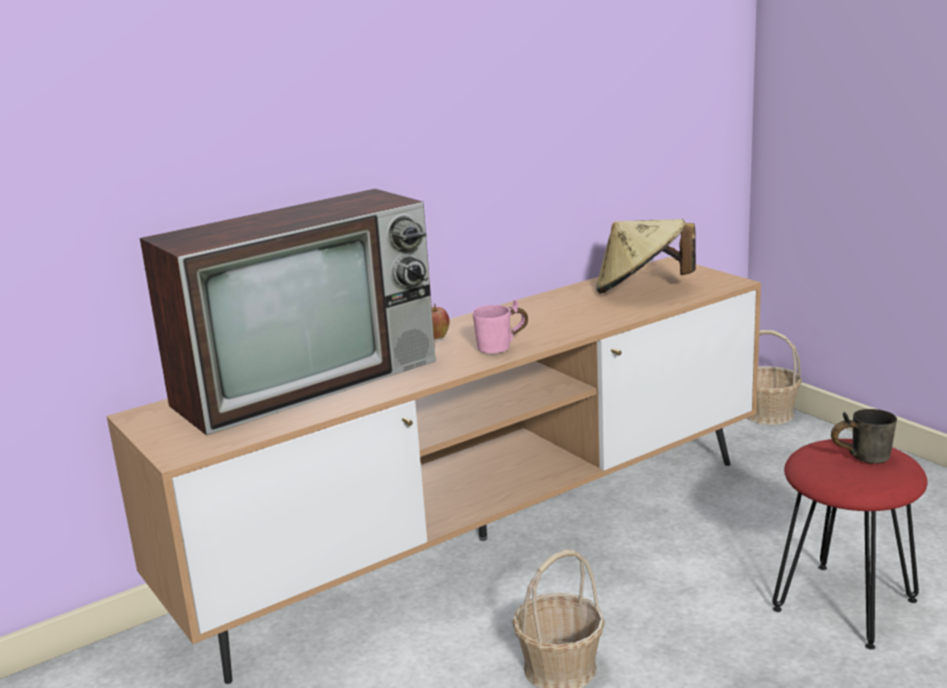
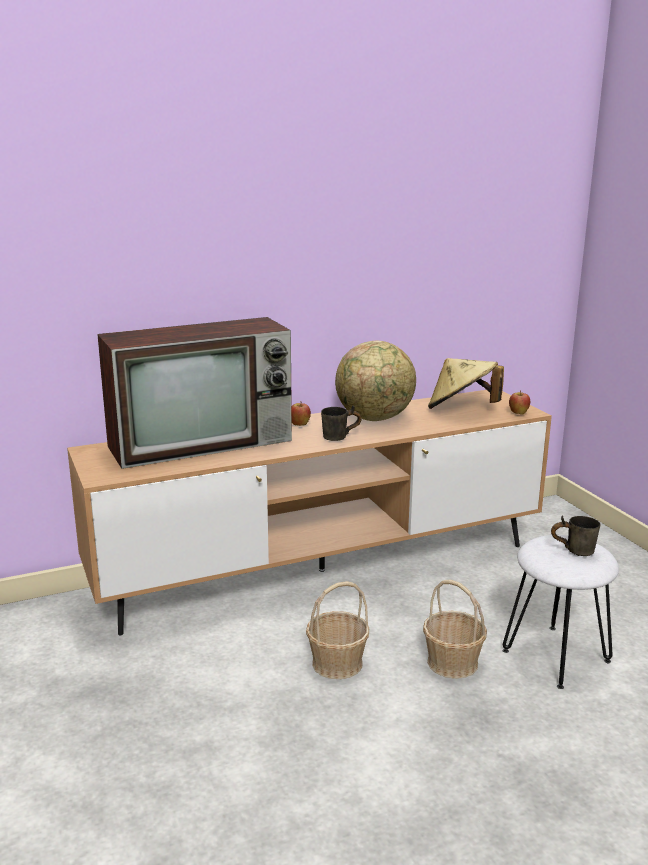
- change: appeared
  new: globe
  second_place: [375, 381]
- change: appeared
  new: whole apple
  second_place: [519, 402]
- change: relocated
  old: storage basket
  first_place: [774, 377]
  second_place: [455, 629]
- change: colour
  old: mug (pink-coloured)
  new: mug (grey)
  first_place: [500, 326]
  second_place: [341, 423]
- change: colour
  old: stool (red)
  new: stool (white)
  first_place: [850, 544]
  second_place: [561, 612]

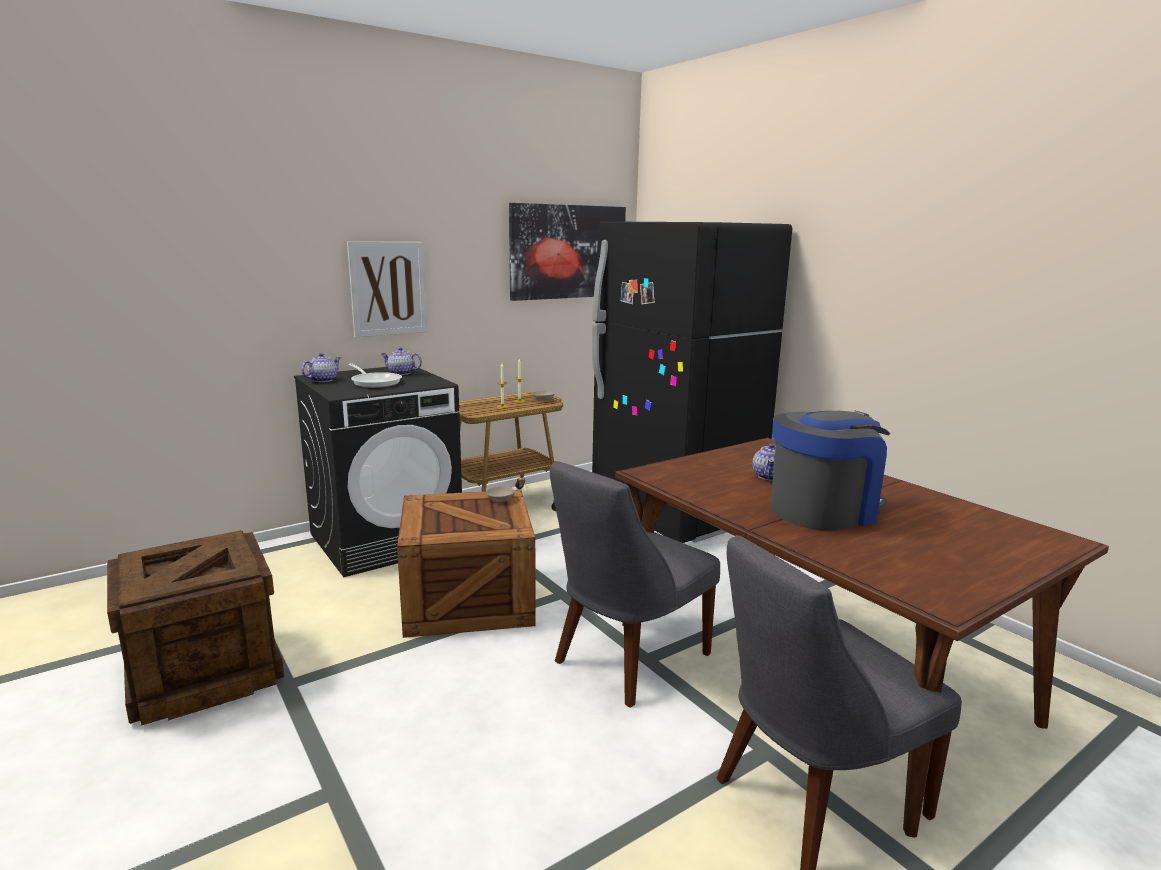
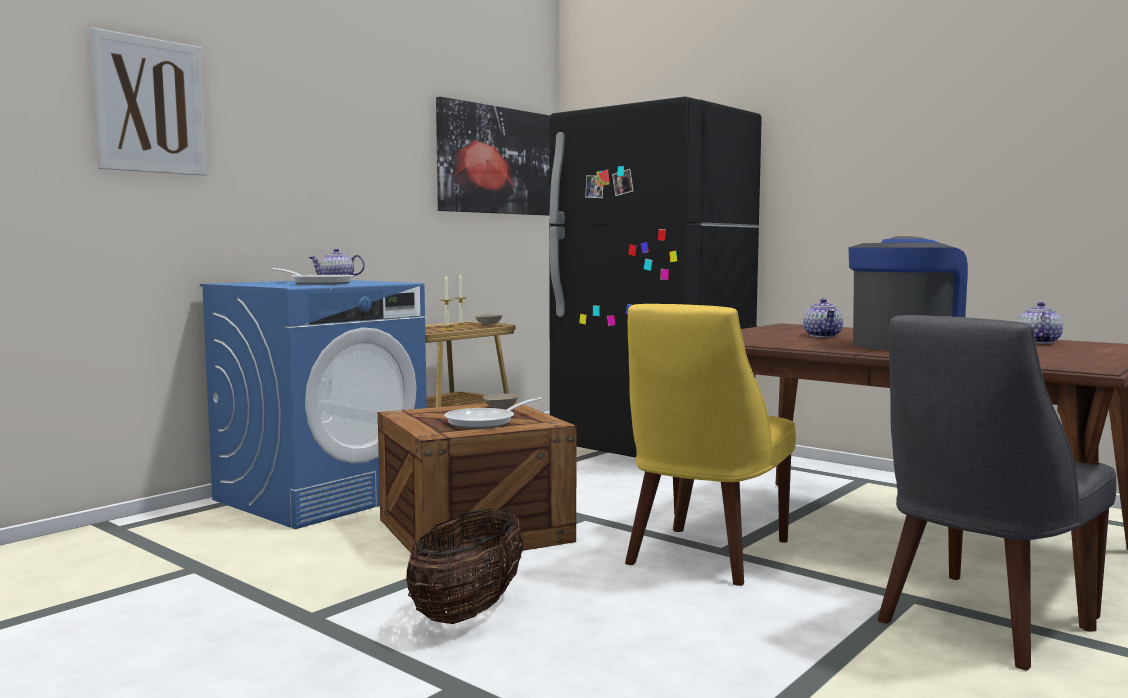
- change: missing
  old: packing crate
  first_place: [195, 628]
- change: appeared
  new: storage basket
  second_place: [465, 566]
- change: appeared
  new: pan
  second_place: [493, 413]
- change: relocated
  old: teapot
  first_place: [321, 367]
  second_place: [1040, 323]
- change: relocated
  old: wall art
  first_place: [387, 290]
  second_place: [148, 102]
- change: colour
  old: laundry appliance (black-coloured)
  new: laundry appliance (blue-coloured)
  first_place: [378, 471]
  second_place: [313, 404]
- change: colour
  old: upright chair (grey)
  new: upright chair (yellowish)
  first_place: [635, 584]
  second_place: [710, 445]

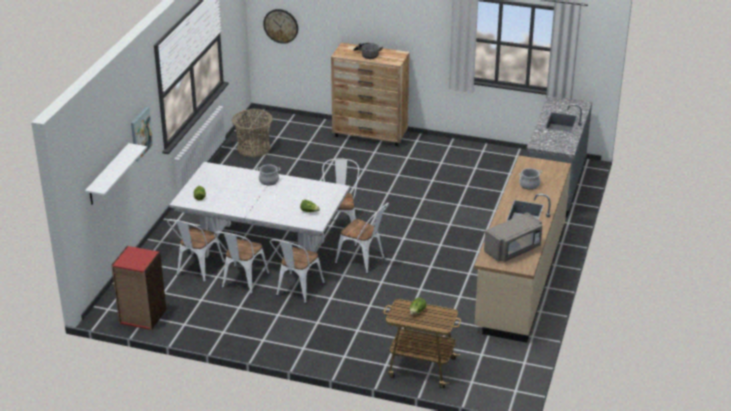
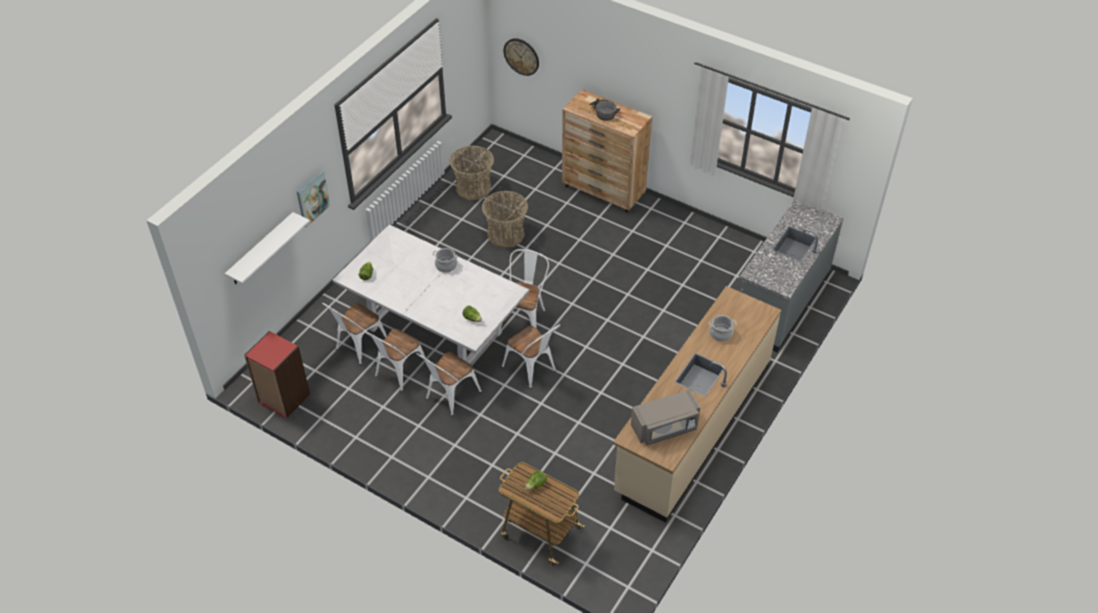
- change: appeared
  new: storage basket
  second_place: [505, 219]

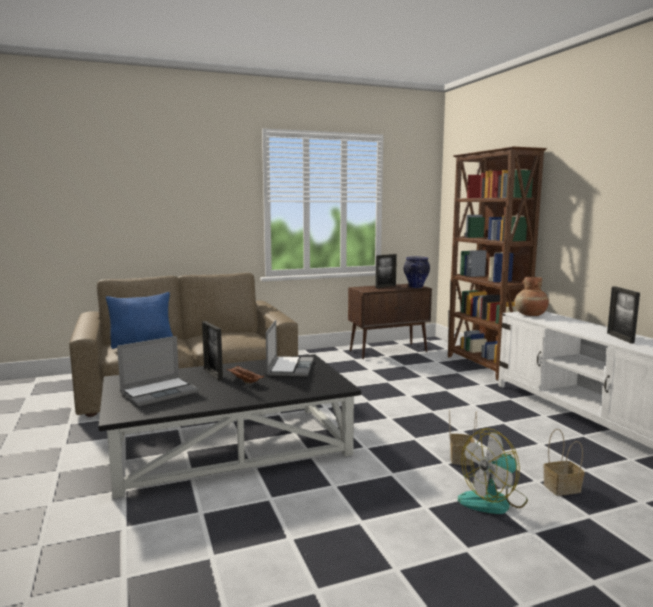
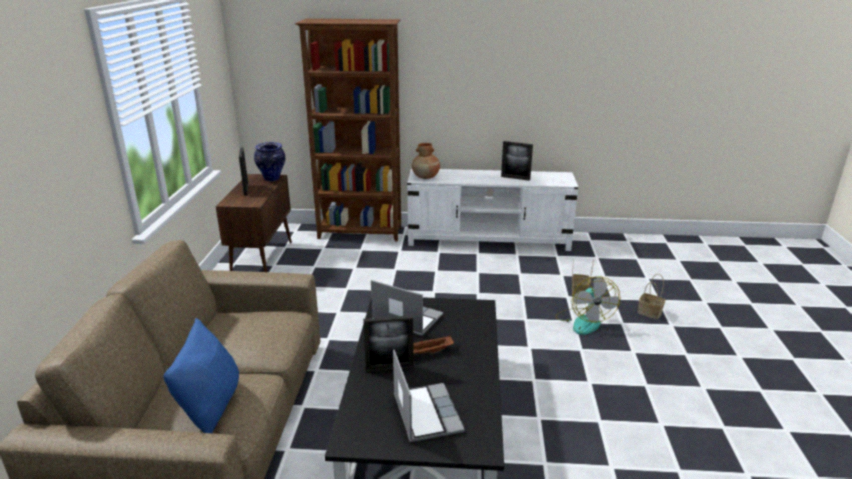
- change: relocated
  old: storage basket
  first_place: [463, 437]
  second_place: [651, 296]

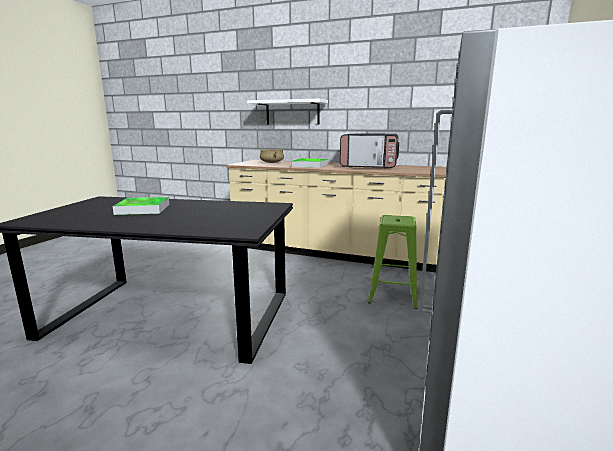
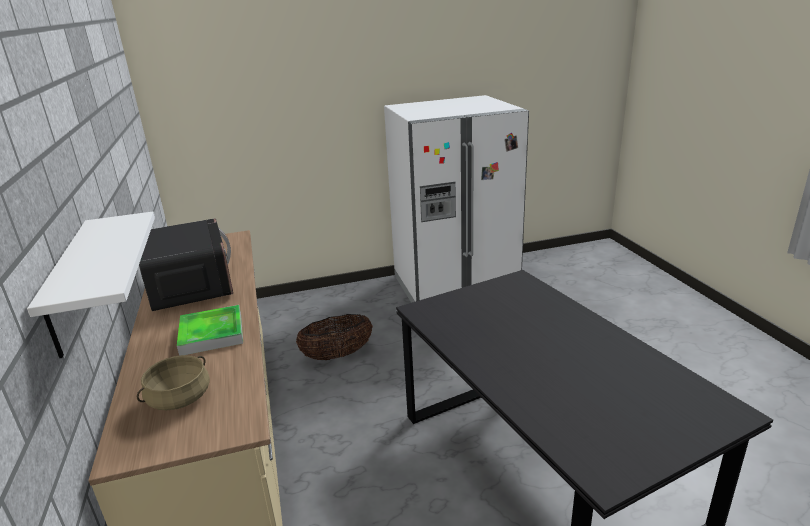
- change: missing
  old: tray
  first_place: [140, 206]
- change: exchanged
  old: stool (green-coloured)
  new: storage basket
  first_place: [393, 262]
  second_place: [334, 337]

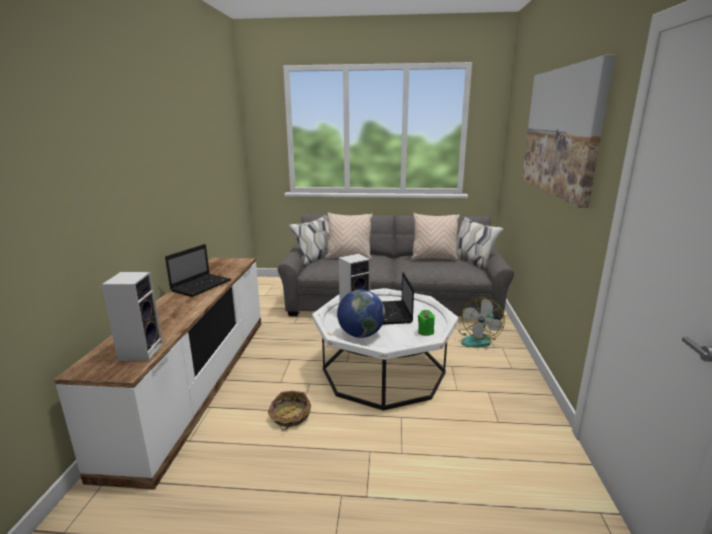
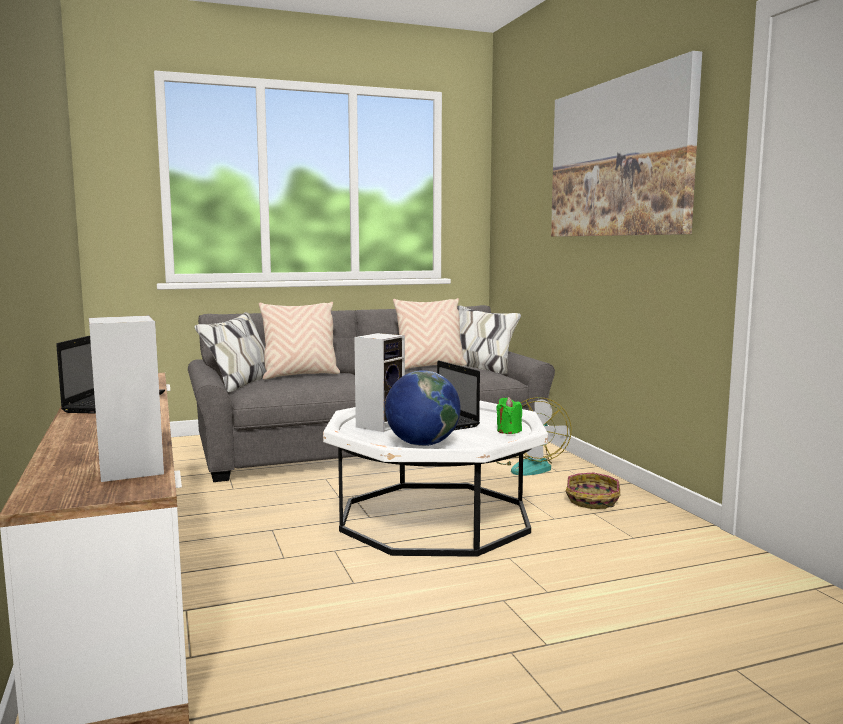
- change: relocated
  old: storage basket
  first_place: [289, 410]
  second_place: [592, 490]

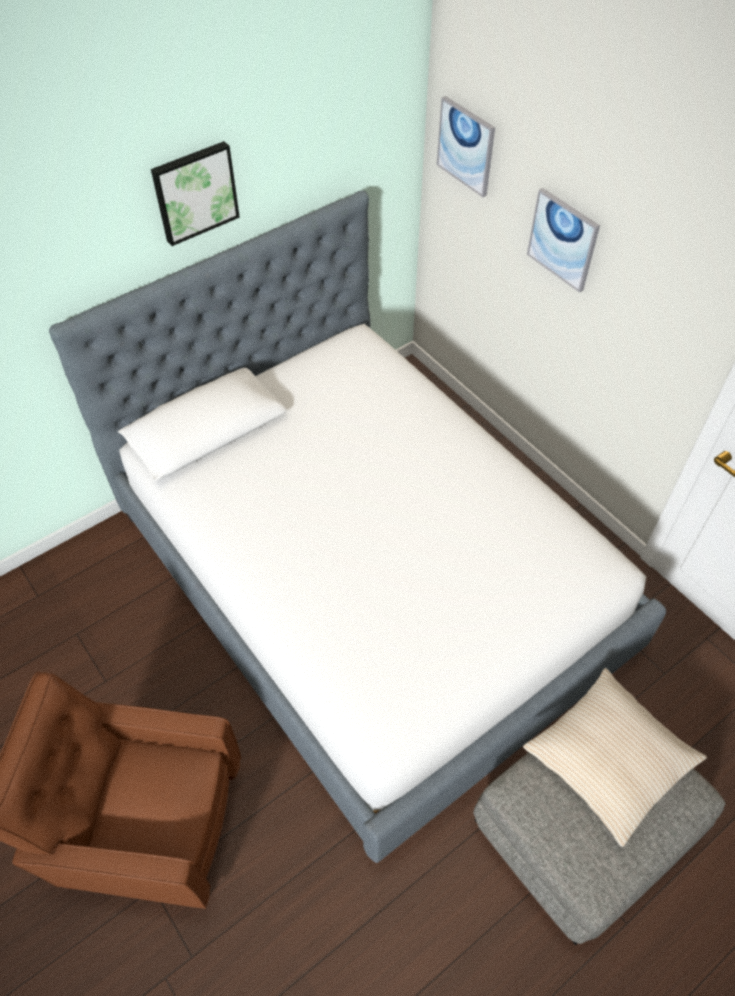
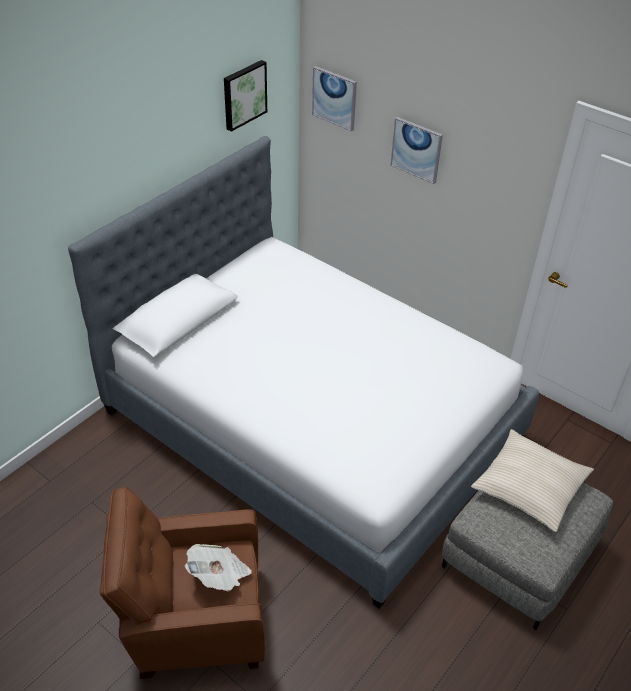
- change: appeared
  new: printed paper
  second_place: [218, 568]
- change: relocated
  old: wall art
  first_place: [195, 193]
  second_place: [245, 96]

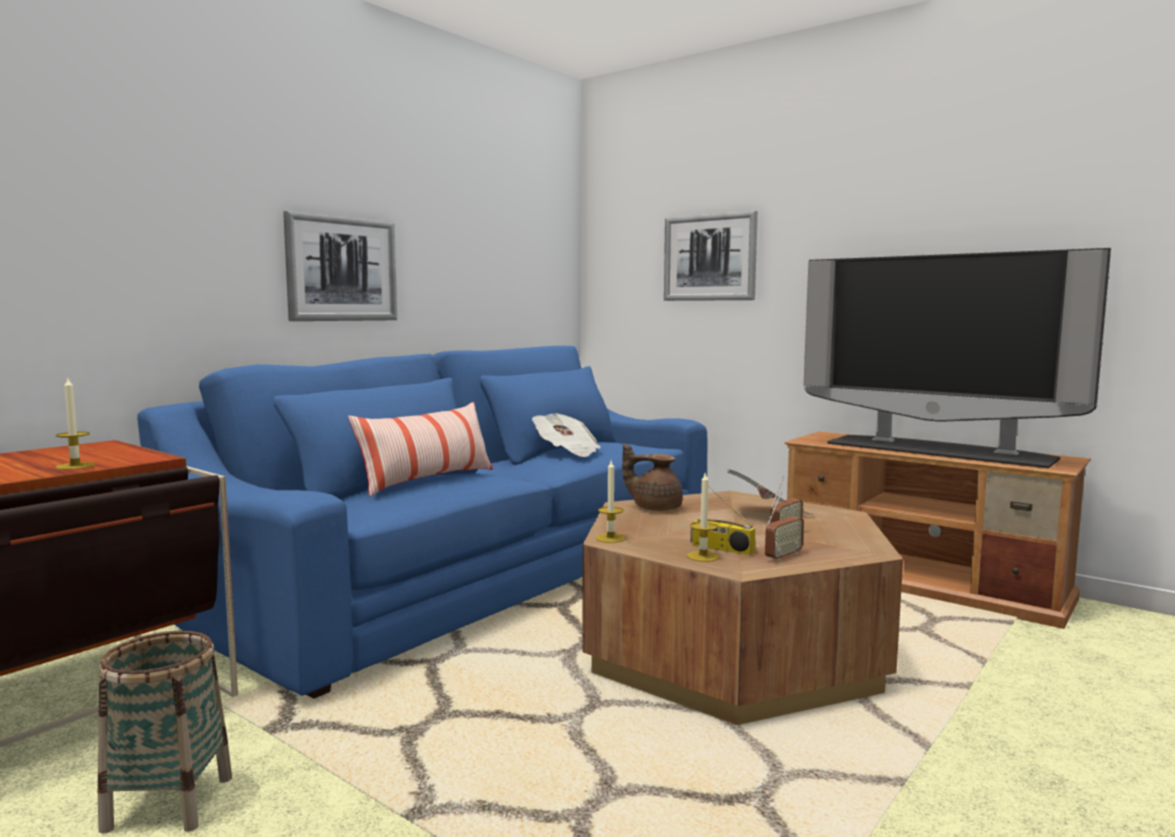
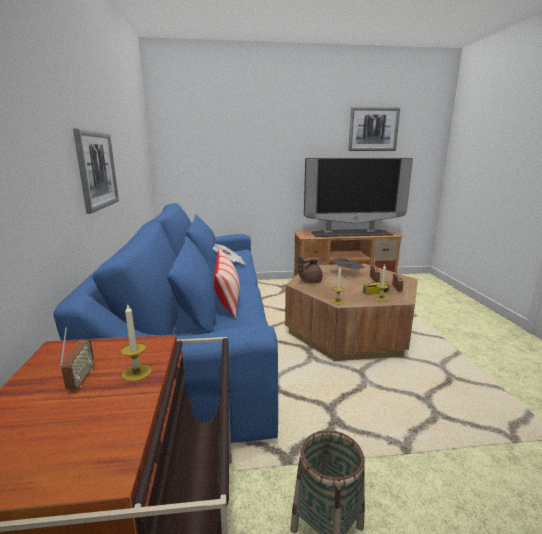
- change: appeared
  new: radio
  second_place: [77, 358]
- change: relocated
  old: wall art
  first_place: [711, 256]
  second_place: [374, 129]

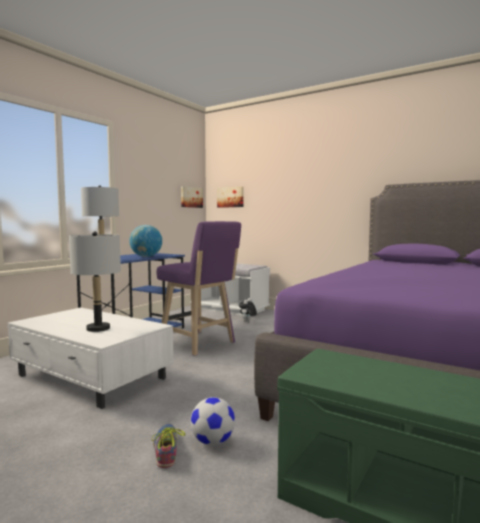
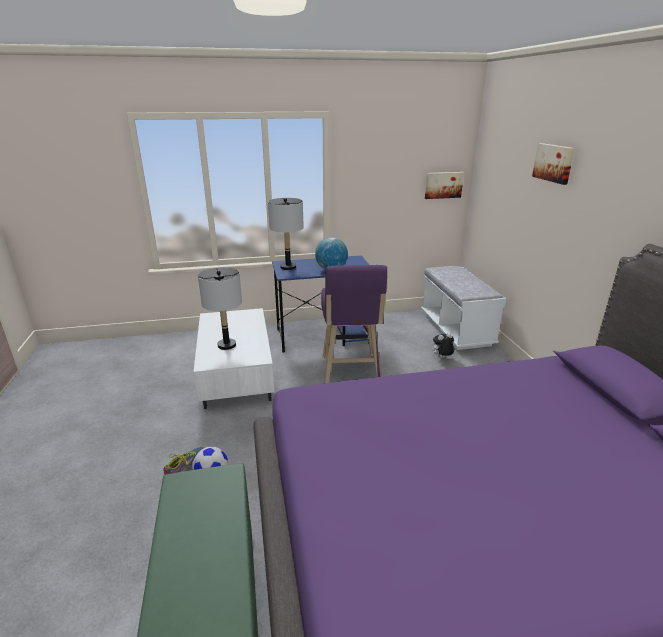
- change: relocated
  old: wall art
  first_place: [230, 197]
  second_place: [553, 164]

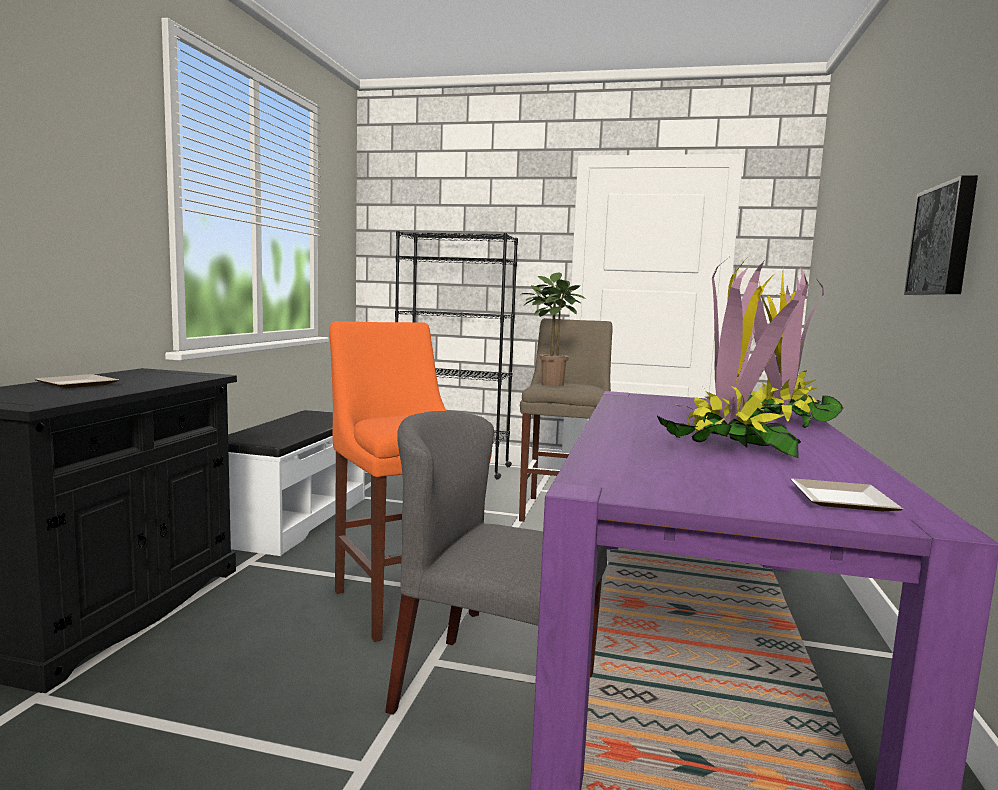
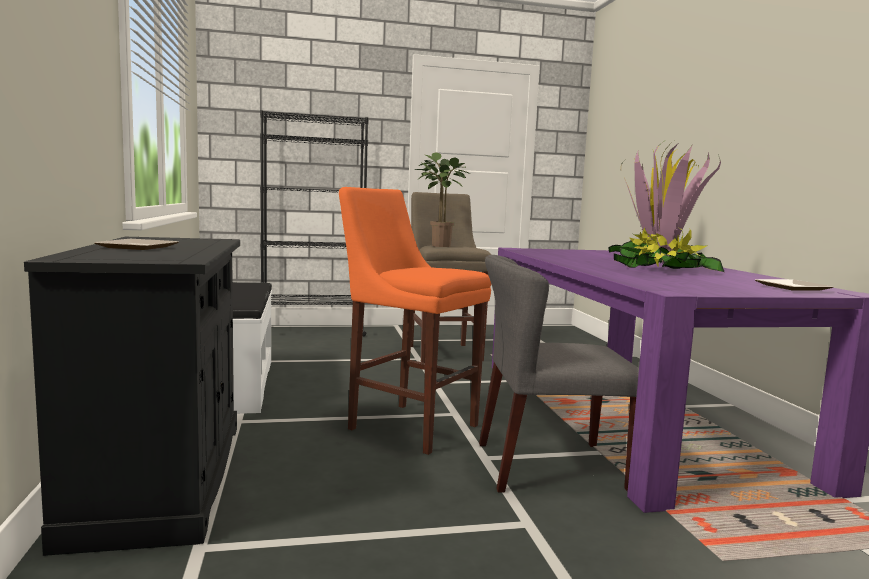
- change: missing
  old: wall art
  first_place: [941, 235]

